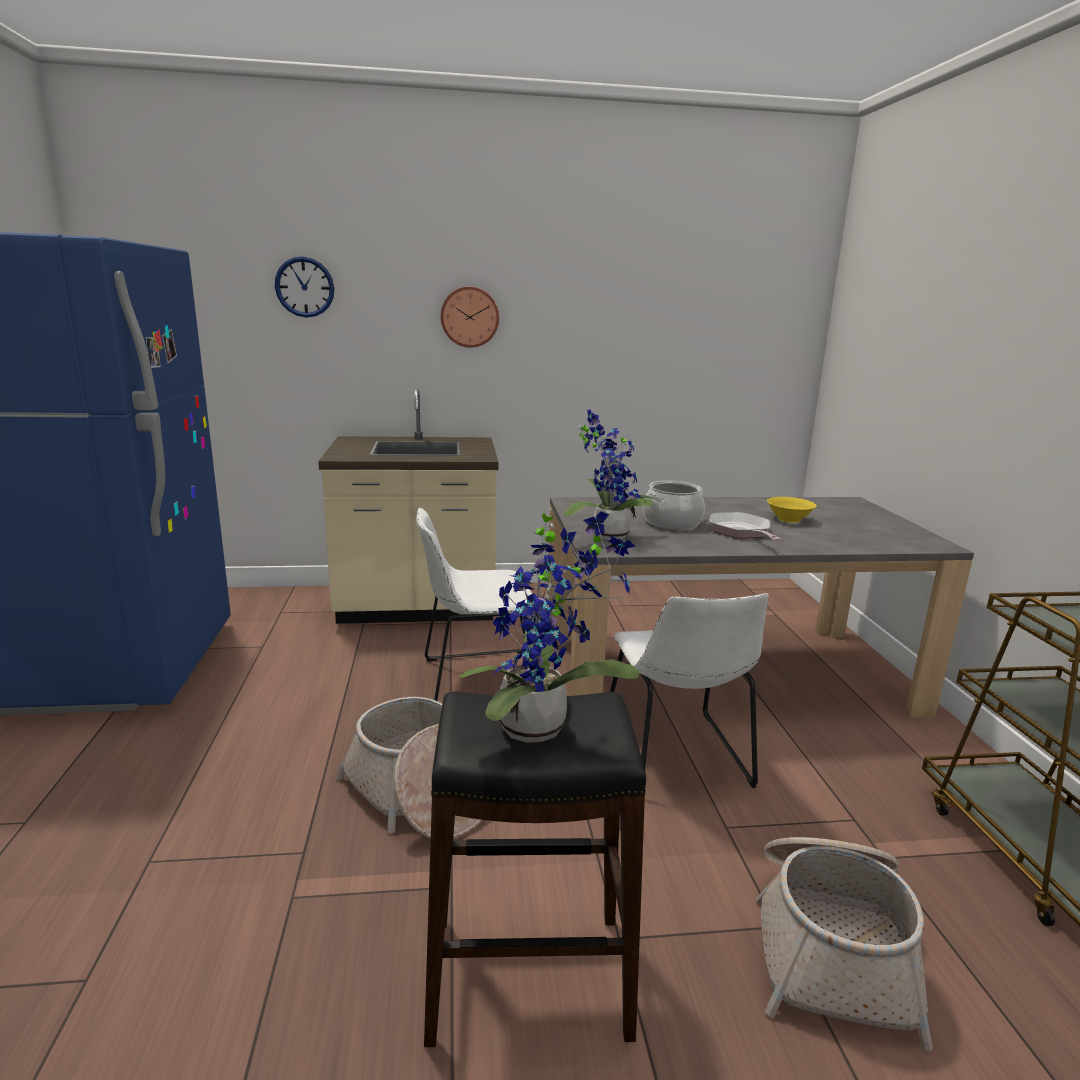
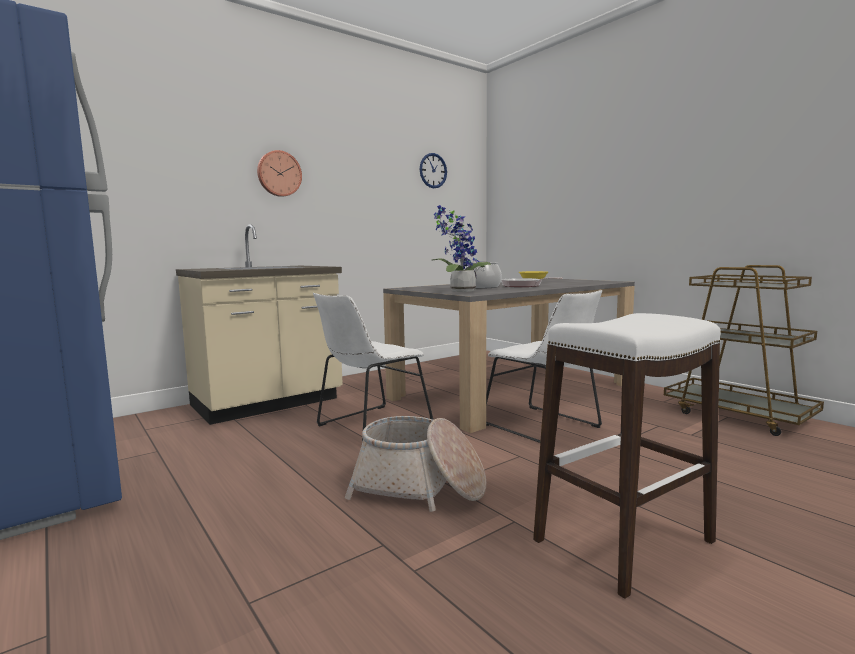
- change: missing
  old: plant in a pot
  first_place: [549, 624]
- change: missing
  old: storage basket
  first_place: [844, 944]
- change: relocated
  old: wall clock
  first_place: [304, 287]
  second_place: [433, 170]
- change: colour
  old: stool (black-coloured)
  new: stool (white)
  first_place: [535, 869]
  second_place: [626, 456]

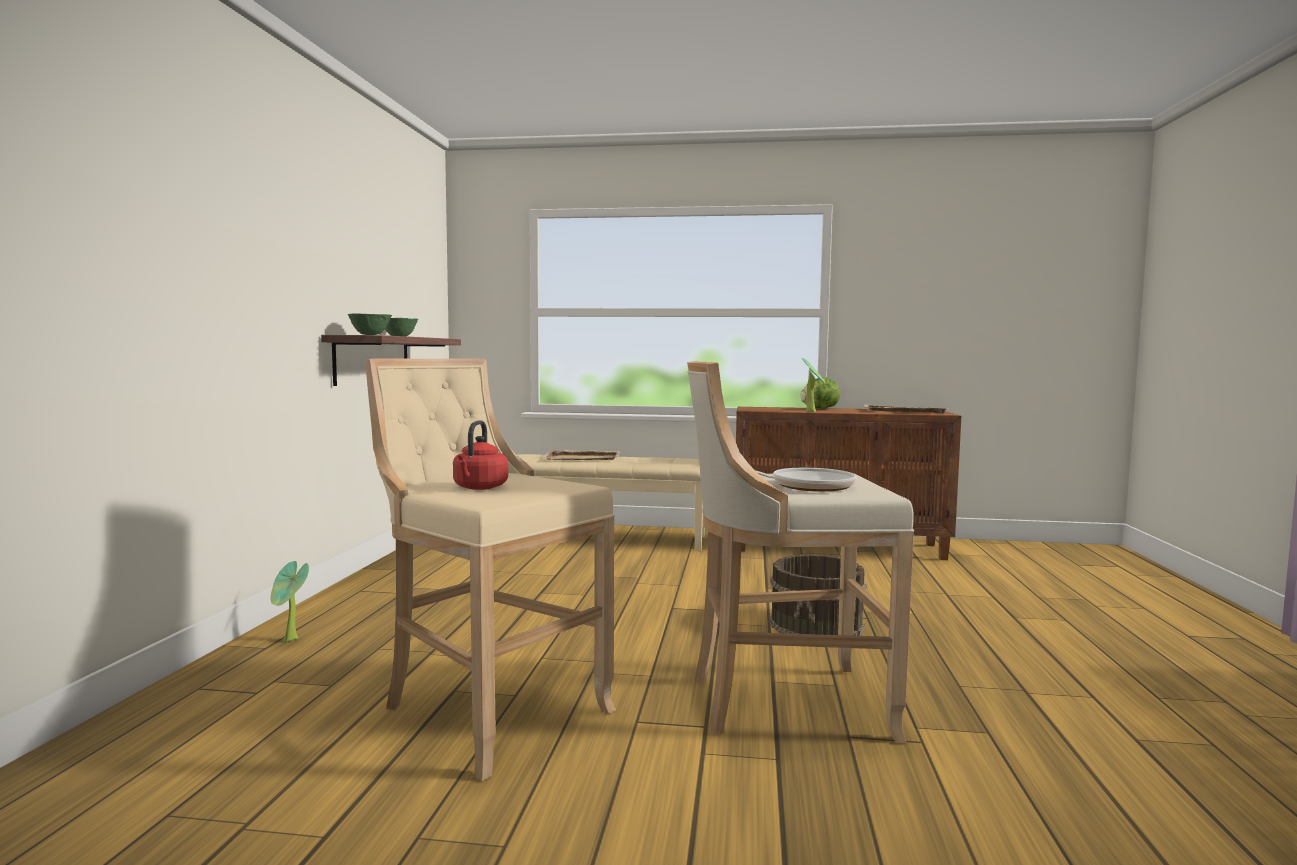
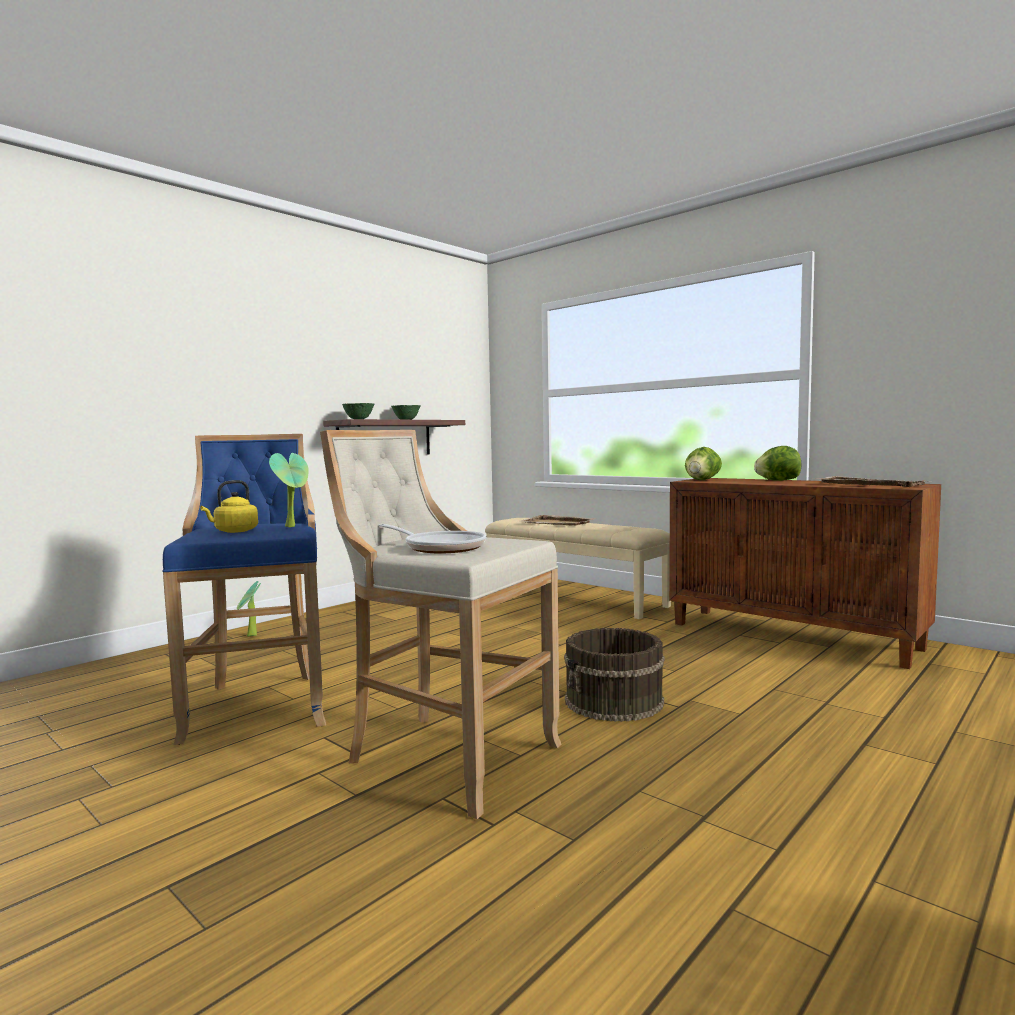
- change: appeared
  new: head of lettuce
  second_place: [703, 463]
- change: relocated
  old: plant in a pot
  first_place: [813, 385]
  second_place: [289, 490]
- change: colour
  old: stool (beige)
  new: stool (blue-coloured)
  first_place: [490, 569]
  second_place: [244, 589]
- change: colour
  old: tea kettle (red)
  new: tea kettle (yellowish)
  first_place: [480, 455]
  second_place: [229, 506]

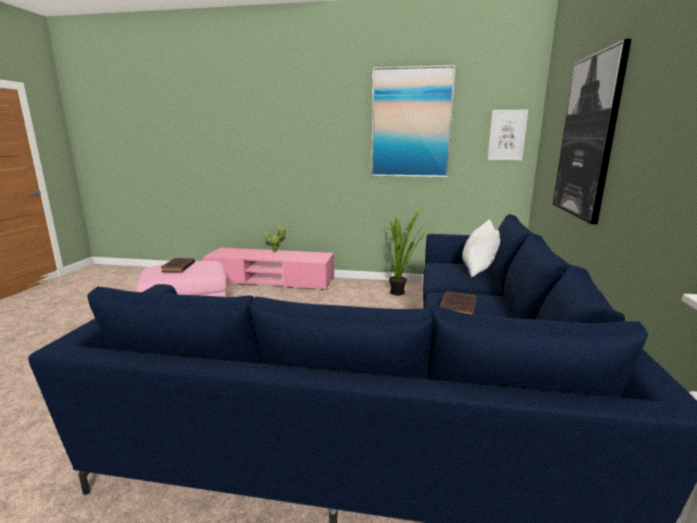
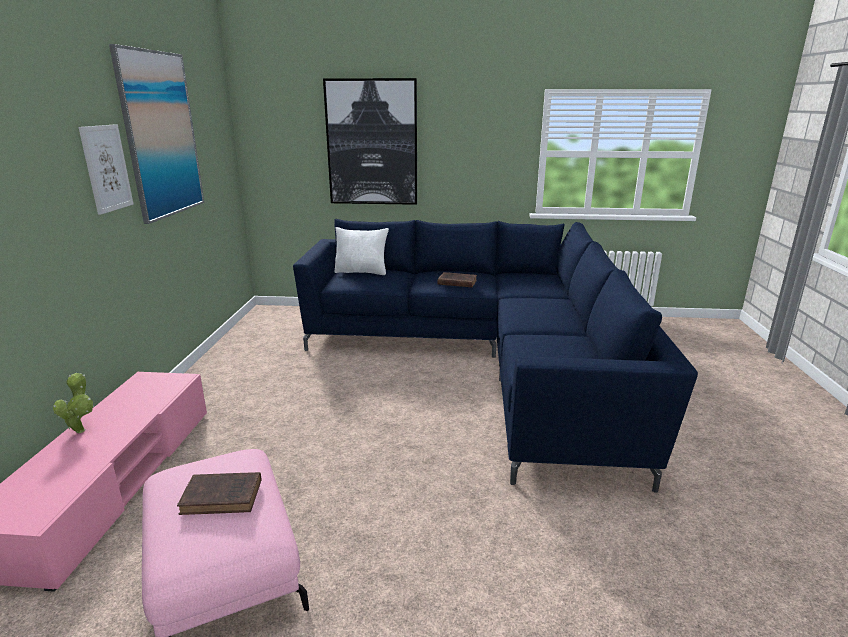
- change: missing
  old: plant in a pot
  first_place: [407, 252]
- change: relocated
  old: wall art
  first_place: [508, 135]
  second_place: [106, 169]

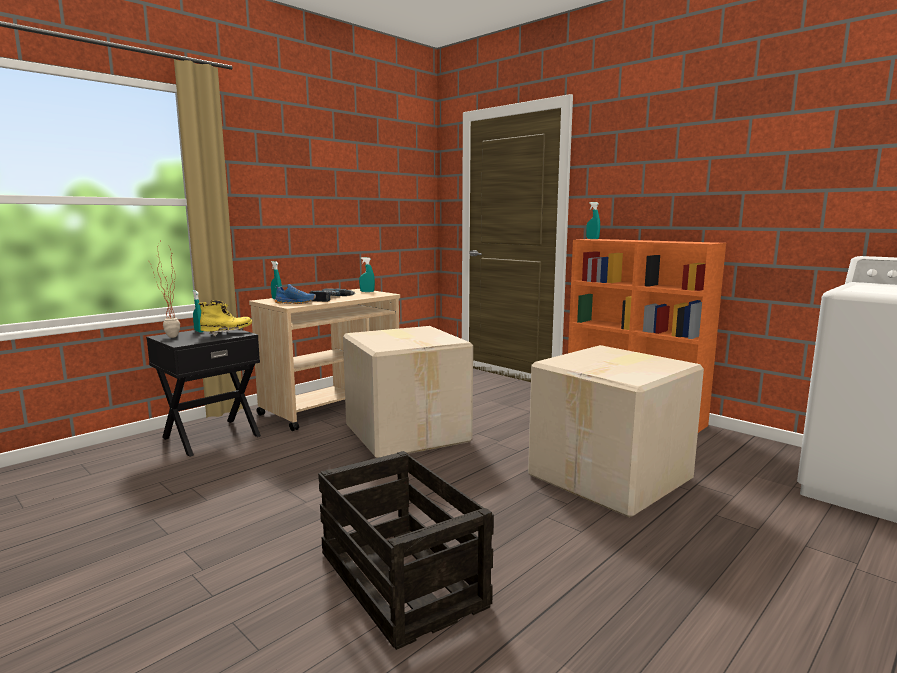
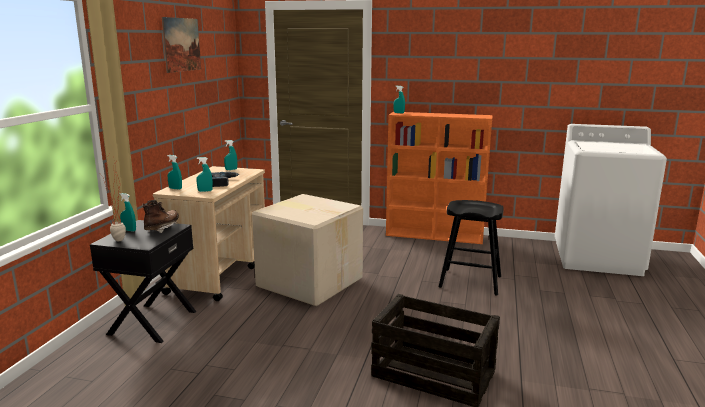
- change: appeared
  new: wall art
  second_place: [181, 45]
- change: exchanged
  old: low shoe (blue-coloured)
  new: sprayer (blue-green)
  first_place: [295, 294]
  second_place: [204, 174]
- change: exchanged
  old: carton
  new: stool (black-coloured)
  first_place: [616, 431]
  second_place: [471, 248]
- change: colour
  old: boot (yellowish)
  new: boot (brown-coloured)
  first_place: [225, 318]
  second_place: [160, 216]

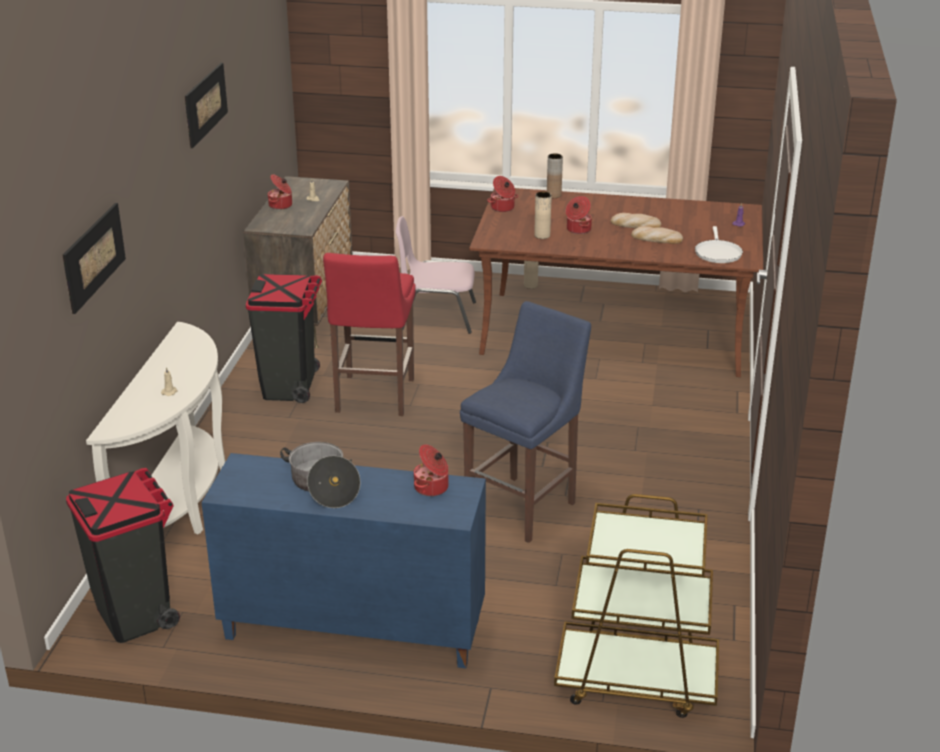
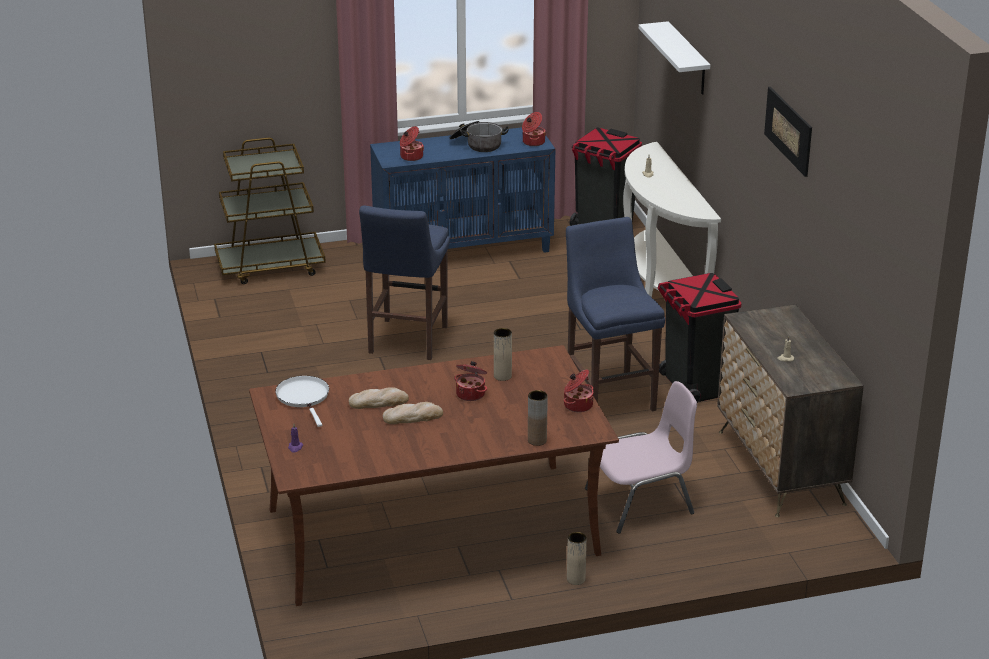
- change: relocated
  old: saucepot
  first_place: [280, 192]
  second_place: [534, 129]
- change: exchanged
  old: wall art
  new: wall shelf (white)
  first_place: [94, 258]
  second_place: [674, 58]
- change: colour
  old: stool (red)
  new: stool (blue-coloured)
  first_place: [369, 334]
  second_place: [615, 314]

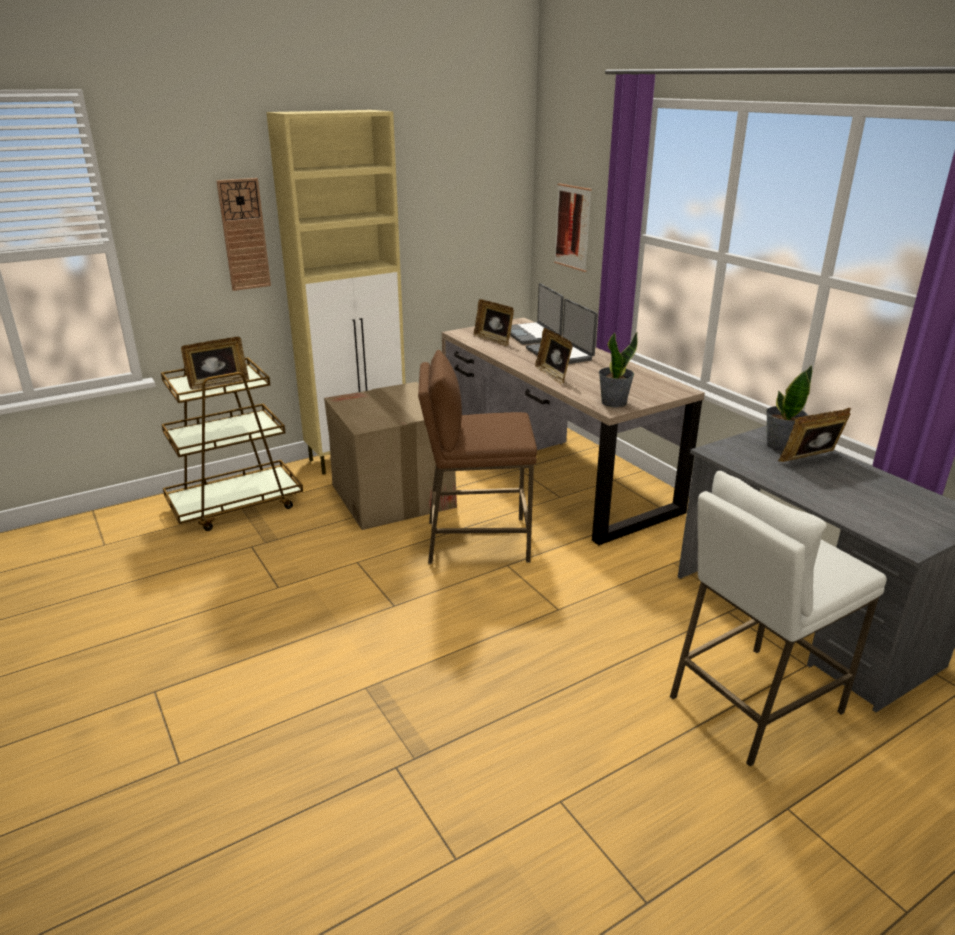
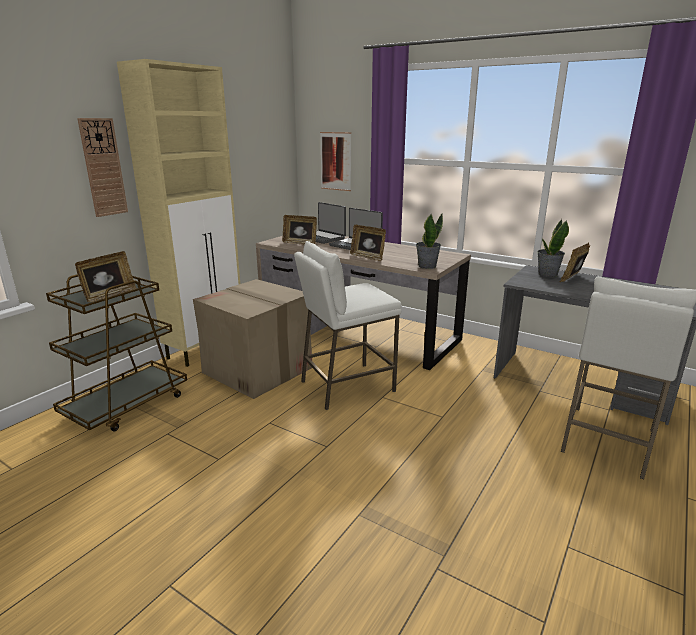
- change: colour
  old: stool (brown-coloured)
  new: stool (white)
  first_place: [477, 457]
  second_place: [348, 325]

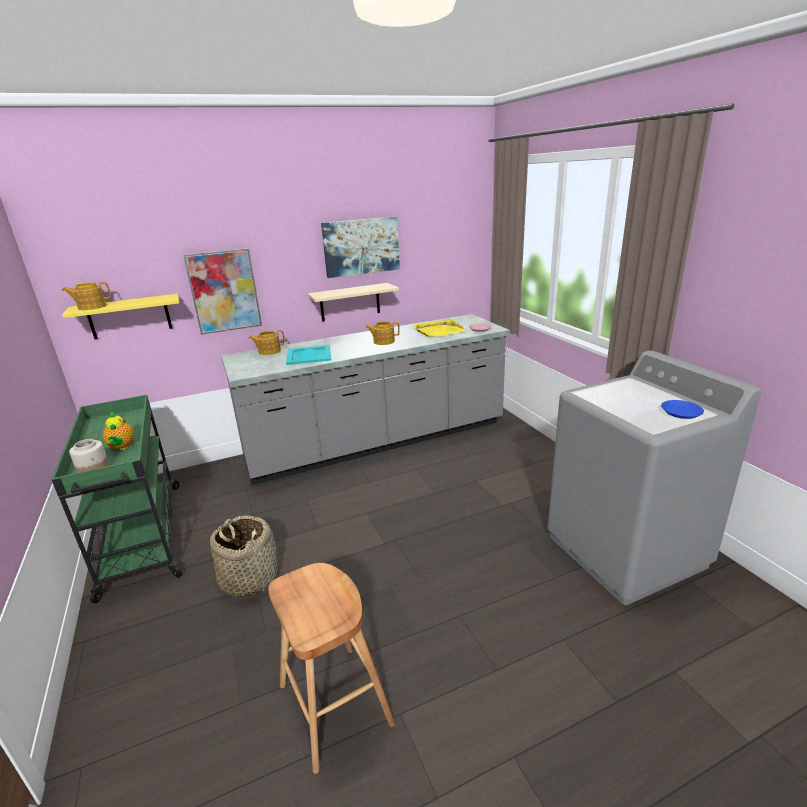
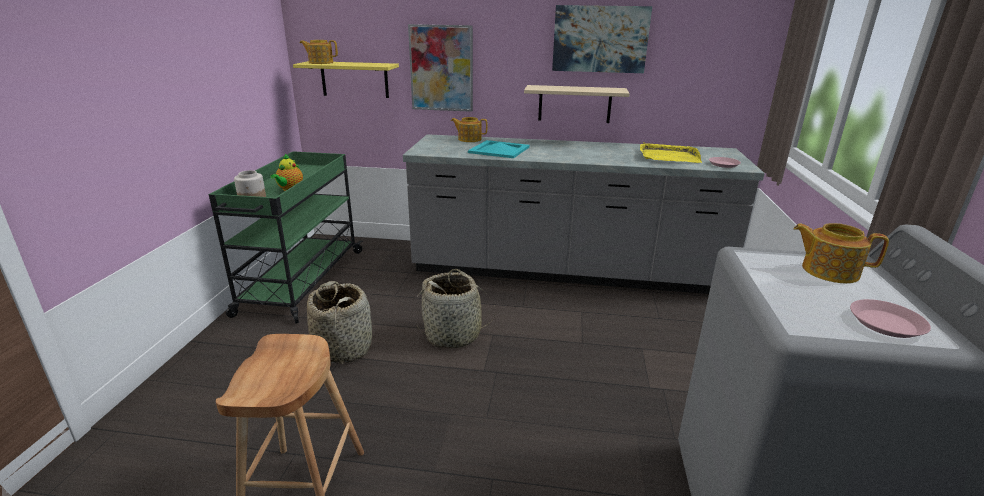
- change: appeared
  new: storage basket
  second_place: [456, 308]
- change: relocated
  old: teapot
  first_place: [383, 333]
  second_place: [841, 253]
- change: colour
  old: flat dish (blue-coloured)
  new: flat dish (pink-coloured)
  first_place: [682, 409]
  second_place: [890, 318]

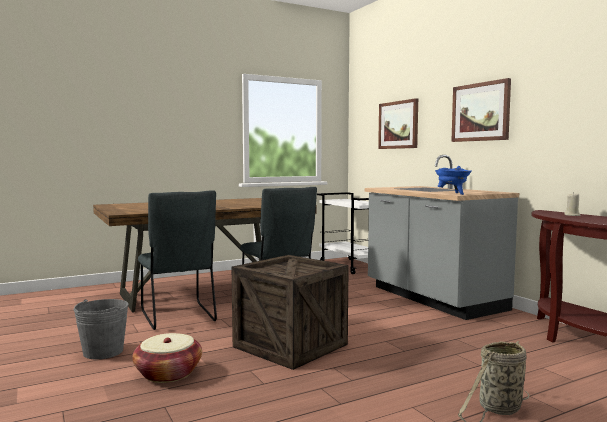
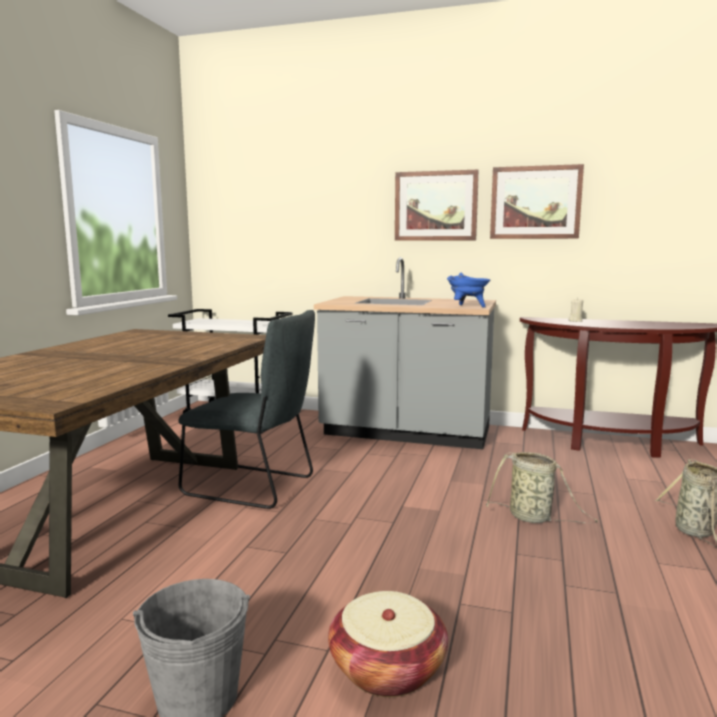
- change: missing
  old: upright chair (grey)
  first_place: [177, 260]
- change: missing
  old: packing crate
  first_place: [290, 312]
- change: appeared
  new: storage basket
  second_place: [542, 487]
- change: relocated
  old: wall art
  first_place: [398, 123]
  second_place: [537, 201]

